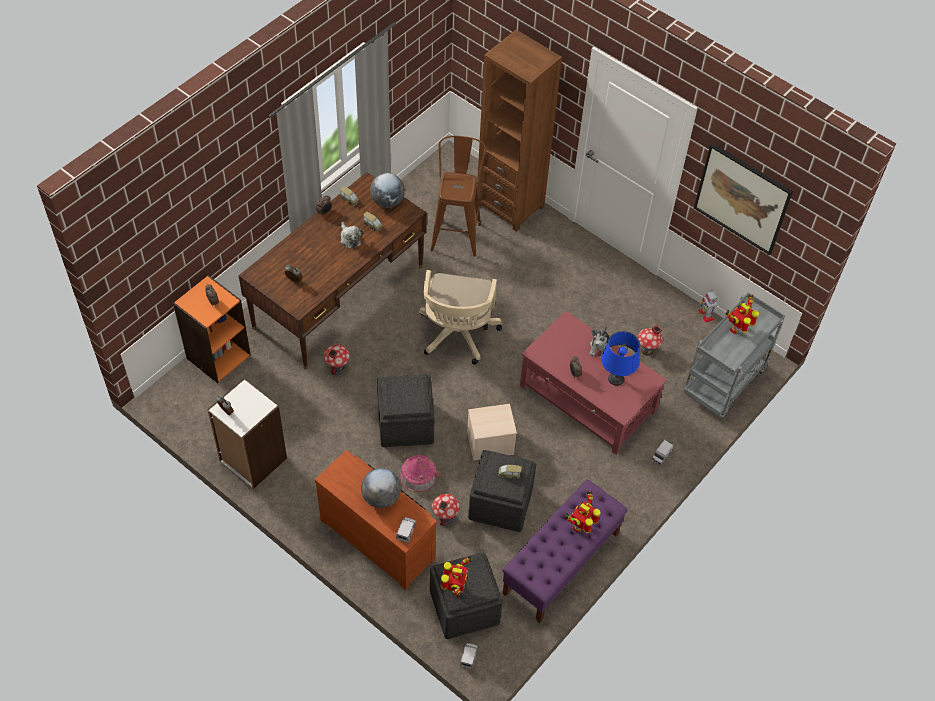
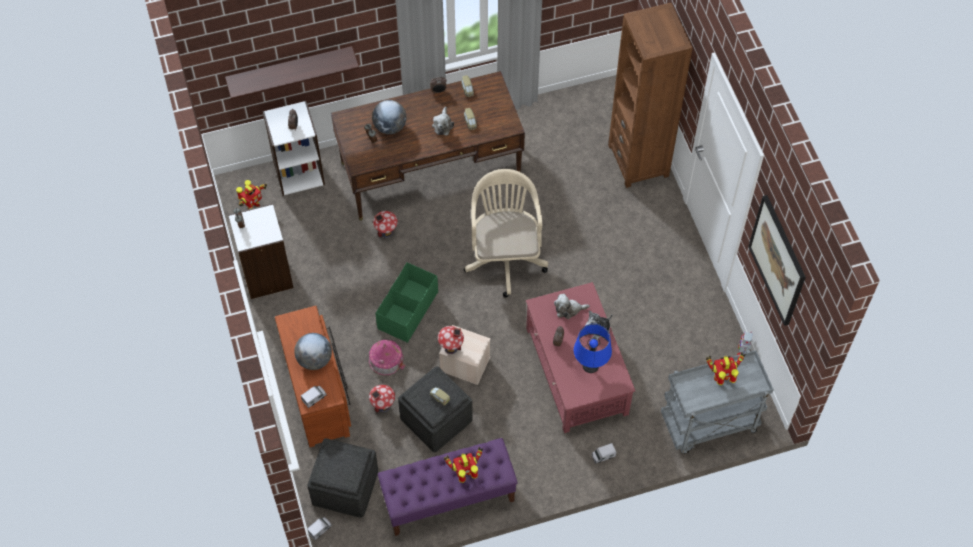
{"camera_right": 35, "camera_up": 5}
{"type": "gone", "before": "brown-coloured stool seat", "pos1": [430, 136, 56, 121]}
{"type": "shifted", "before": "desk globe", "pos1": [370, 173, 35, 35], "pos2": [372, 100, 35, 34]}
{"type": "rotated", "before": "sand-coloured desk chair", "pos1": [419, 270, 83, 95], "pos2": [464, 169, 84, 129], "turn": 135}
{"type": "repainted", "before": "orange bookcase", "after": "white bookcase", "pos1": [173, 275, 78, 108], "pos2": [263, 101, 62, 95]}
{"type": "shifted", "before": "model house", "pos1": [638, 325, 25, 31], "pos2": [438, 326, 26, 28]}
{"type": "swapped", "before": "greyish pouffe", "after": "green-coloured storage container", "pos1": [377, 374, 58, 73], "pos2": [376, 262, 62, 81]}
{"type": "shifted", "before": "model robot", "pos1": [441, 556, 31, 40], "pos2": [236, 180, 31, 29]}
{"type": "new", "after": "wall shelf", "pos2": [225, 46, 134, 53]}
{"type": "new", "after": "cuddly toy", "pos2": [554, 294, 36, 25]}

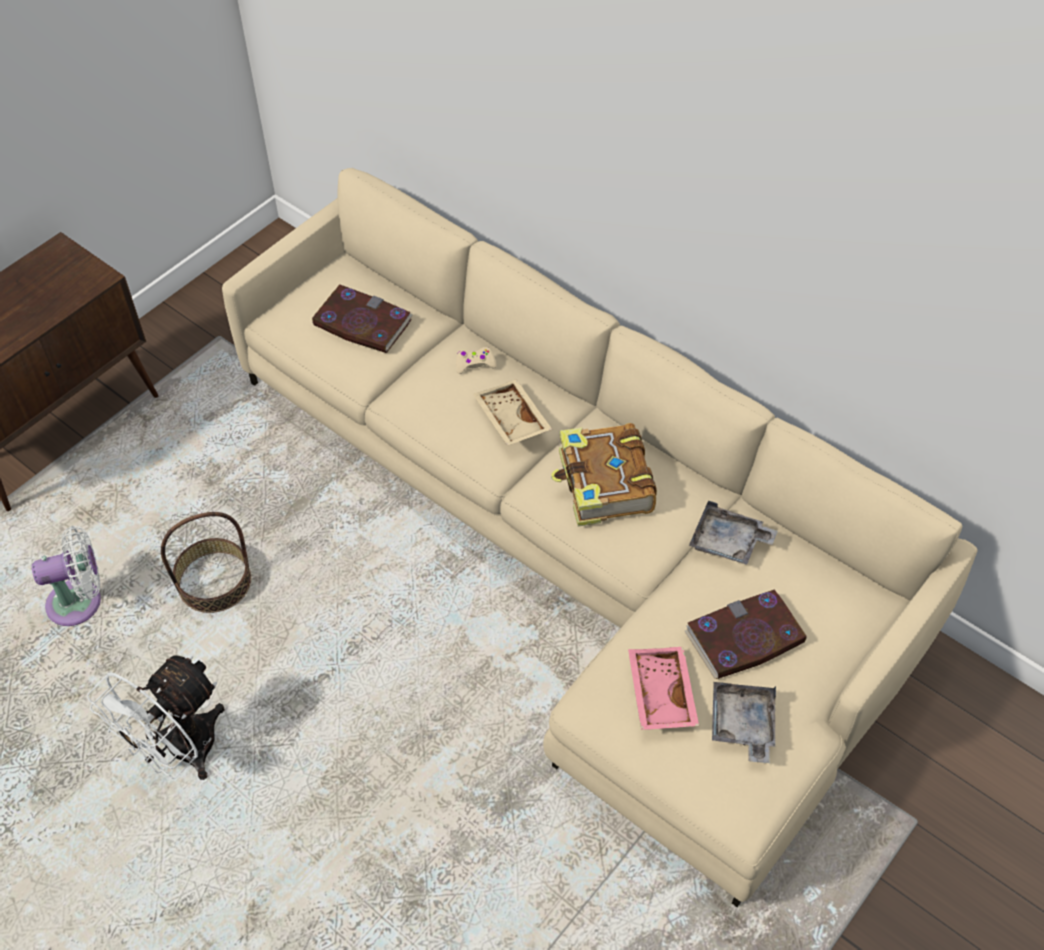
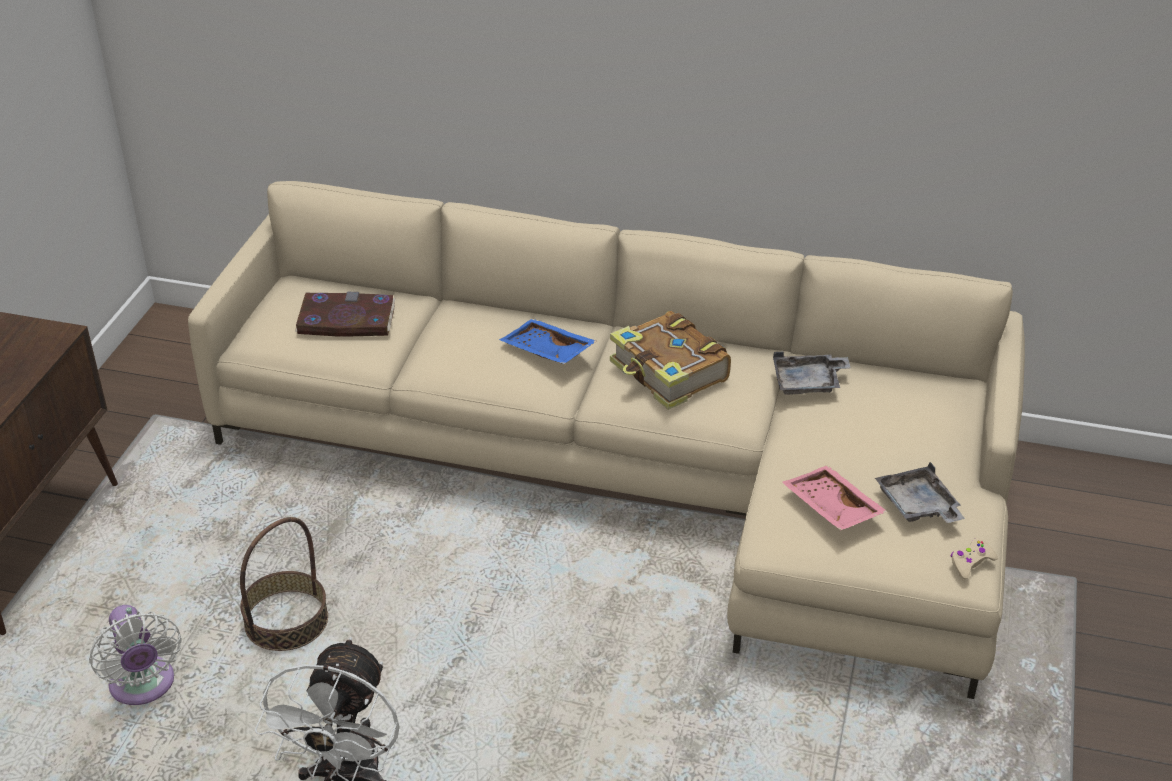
{"camera_right": -25, "camera_up": -15}
{"type": "shifted", "before": "sand-coloured joypad", "pos1": [456, 347, 40, 27], "pos2": [951, 538, 47, 41]}
{"type": "repainted", "before": "sand-coloured carrying tray", "after": "blue carrying tray", "pos1": [473, 379, 79, 67], "pos2": [499, 319, 97, 45]}
{"type": "rotated", "before": "white fan", "pos1": [32, 526, 69, 100], "pos2": [89, 605, 92, 100], "turn": 105}
{"type": "gone", "before": "bound book", "pos1": [685, 590, 122, 89]}

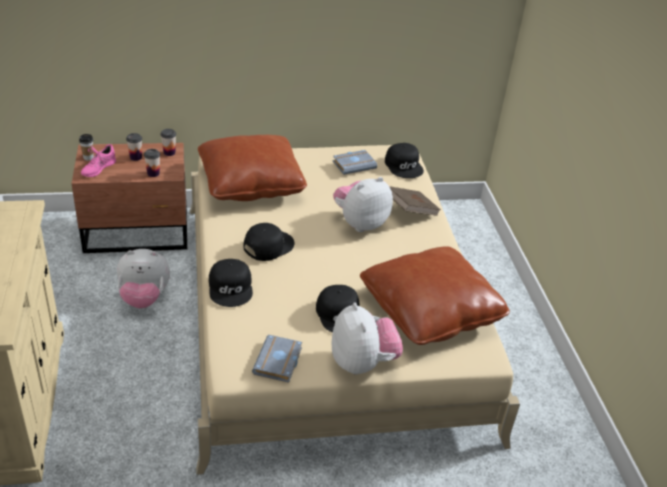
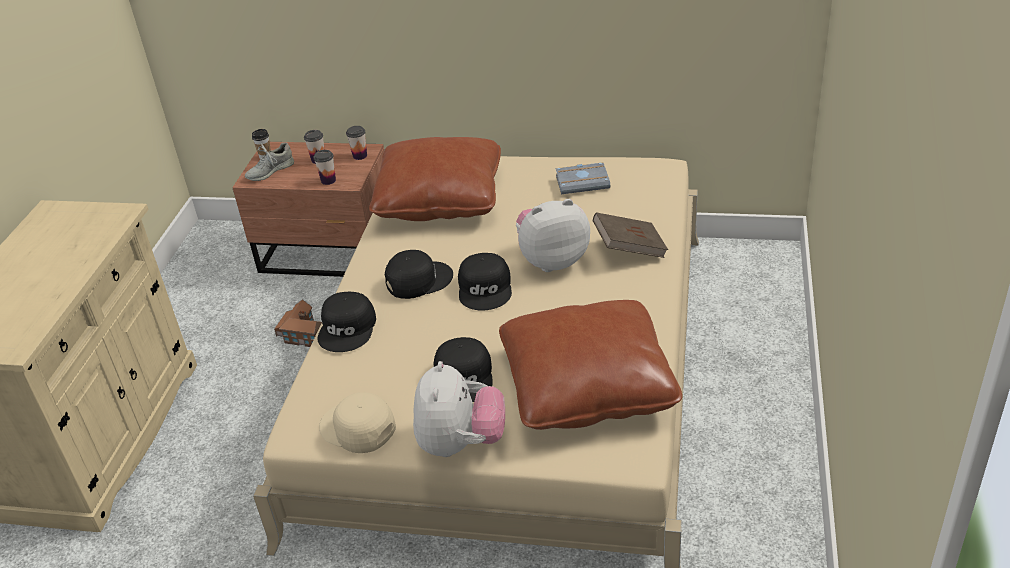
{"camera_right": 25, "camera_up": 0}
{"type": "shifted", "before": "blackish cap", "pos1": [385, 143, 39, 35], "pos2": [458, 253, 54, 58]}
{"type": "repainted", "before": "pink-coloured shoe", "after": "greyish shoe", "pos1": [81, 144, 35, 33], "pos2": [245, 142, 49, 39]}
{"type": "swapped", "before": "cuddly toy", "after": "model house", "pos1": [117, 249, 53, 59], "pos2": [274, 299, 48, 48]}
{"type": "swapped", "before": "greyish bound book", "after": "sand-coloured cap", "pos1": [252, 335, 50, 48], "pos2": [319, 392, 77, 61]}

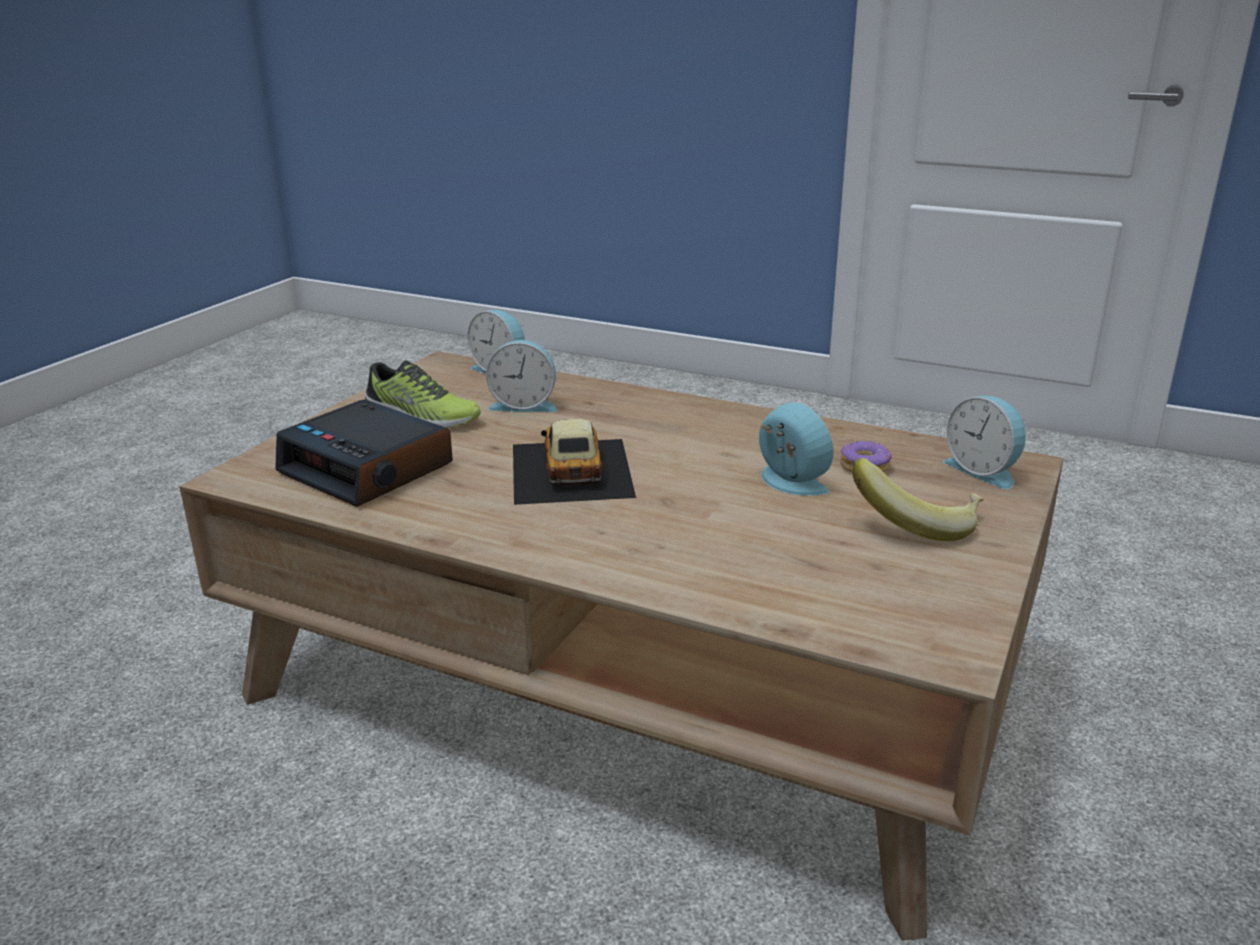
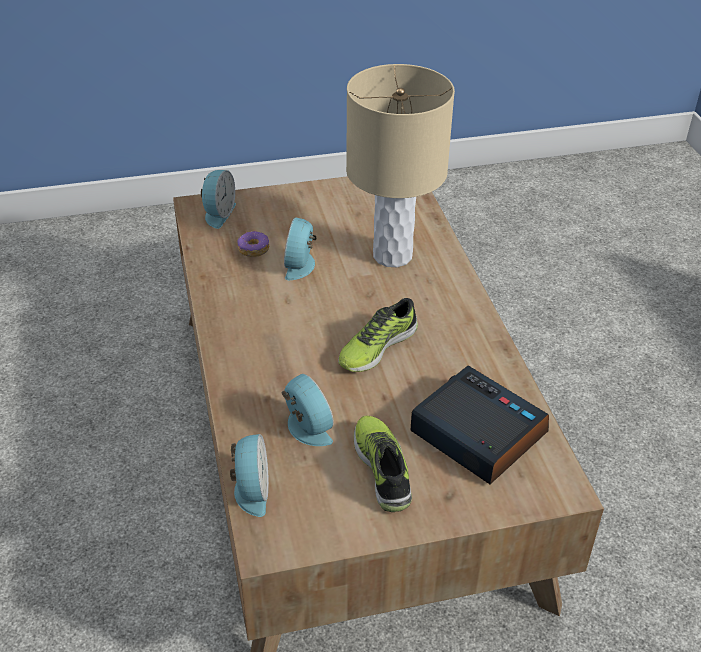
{"camera_right": -130, "camera_up": 15}
{"type": "rotated", "before": "bedside clock", "pos1": [275, 400, 178, 107], "pos2": [410, 366, 139, 118], "turn": -45}
{"type": "swapped", "before": "model car", "after": "shoe", "pos1": [513, 419, 123, 86], "pos2": [338, 298, 80, 74]}
{"type": "gone", "before": "whole banana", "pos1": [852, 458, 132, 83]}
{"type": "new", "after": "sand-coloured table lamp", "pos2": [346, 64, 109, 203]}

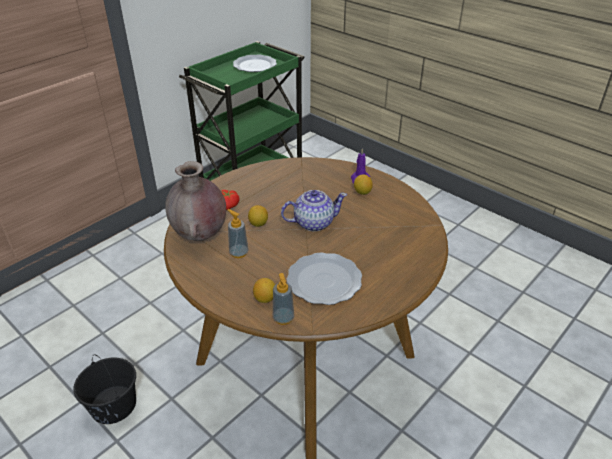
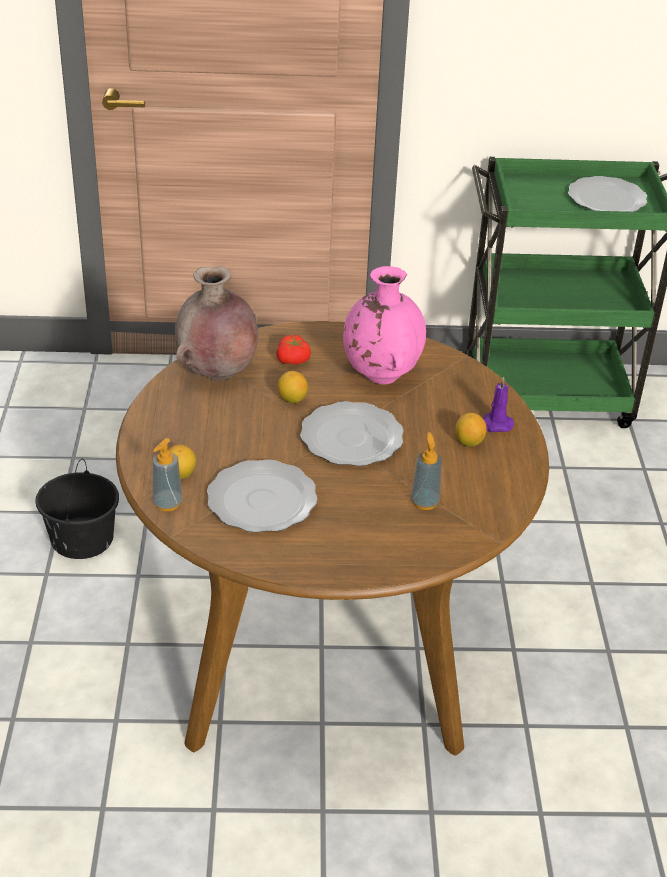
{"camera_right": 45, "camera_up": 0}
{"type": "swapped", "before": "pot for tea", "after": "plate", "pos1": [281, 190, 66, 41], "pos2": [300, 401, 104, 65]}
{"type": "shifted", "before": "soap bottle", "pos1": [228, 209, 20, 49], "pos2": [411, 432, 31, 78]}
{"type": "new", "after": "pink-coloured flower vase", "pos2": [343, 266, 83, 119]}

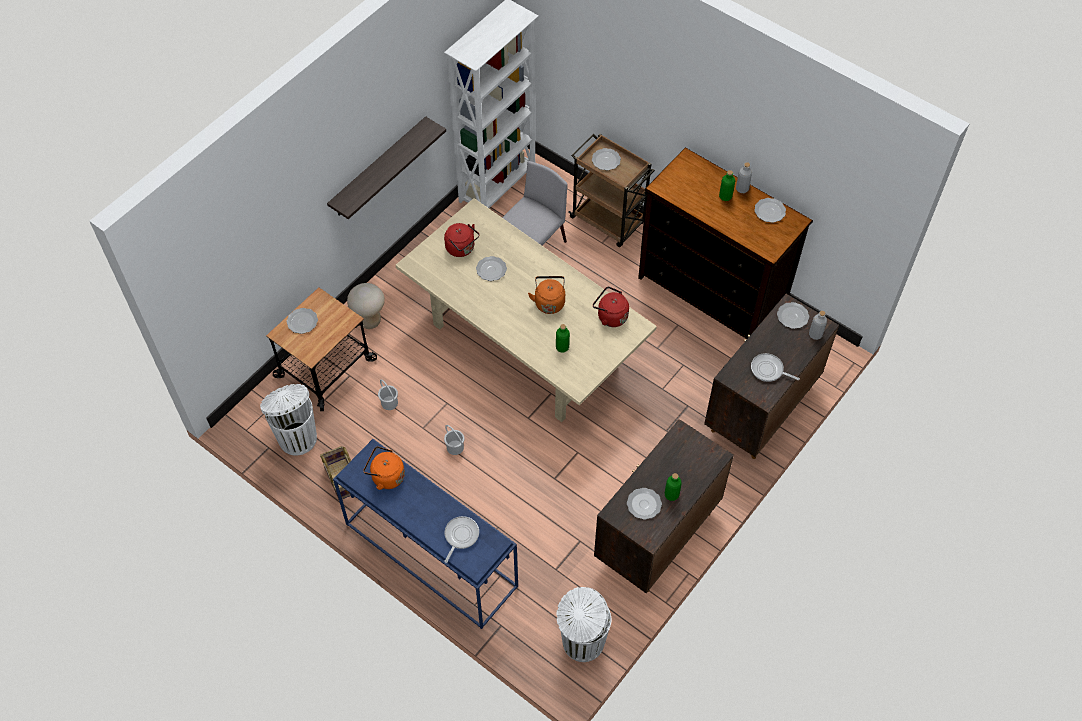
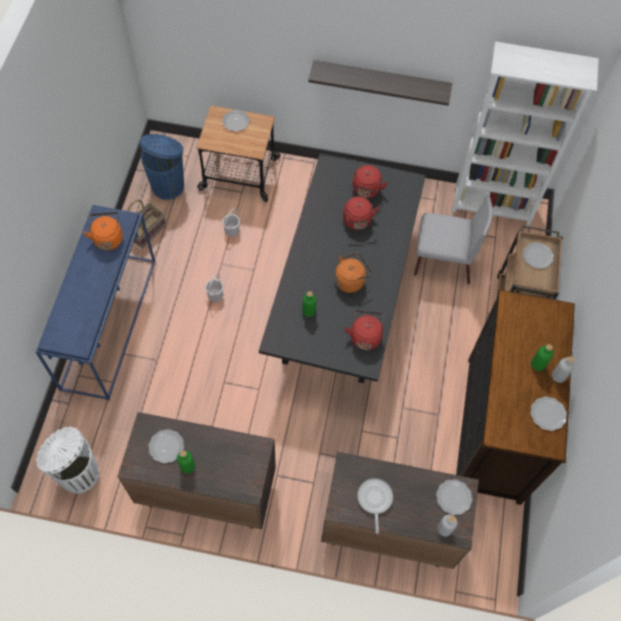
{"camera_right": 60, "camera_up": 5}
{"type": "repainted", "before": "sand-coloured dinner table", "after": "blackish dinner table", "pos1": [396, 198, 261, 224], "pos2": [259, 152, 167, 231]}
{"type": "swapped", "before": "plate", "after": "red tea kettle", "pos1": [476, 256, 31, 25], "pos2": [343, 196, 36, 34]}
{"type": "gone", "before": "sand-coloured stool seat", "pos1": [347, 283, 38, 46]}
{"type": "repainted", "before": "white trash can", "after": "blue trash can", "pos1": [260, 384, 57, 72], "pos2": [140, 134, 44, 66]}
{"type": "gone", "before": "pan", "pos1": [444, 516, 35, 47]}

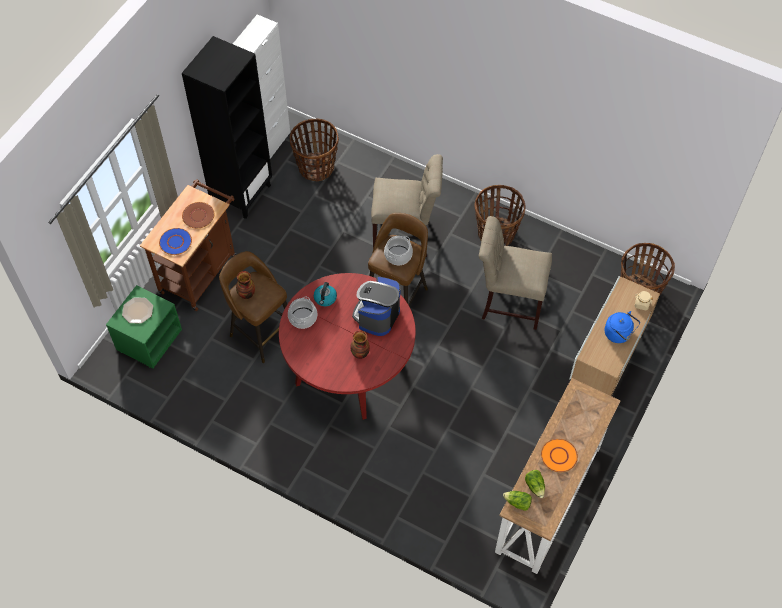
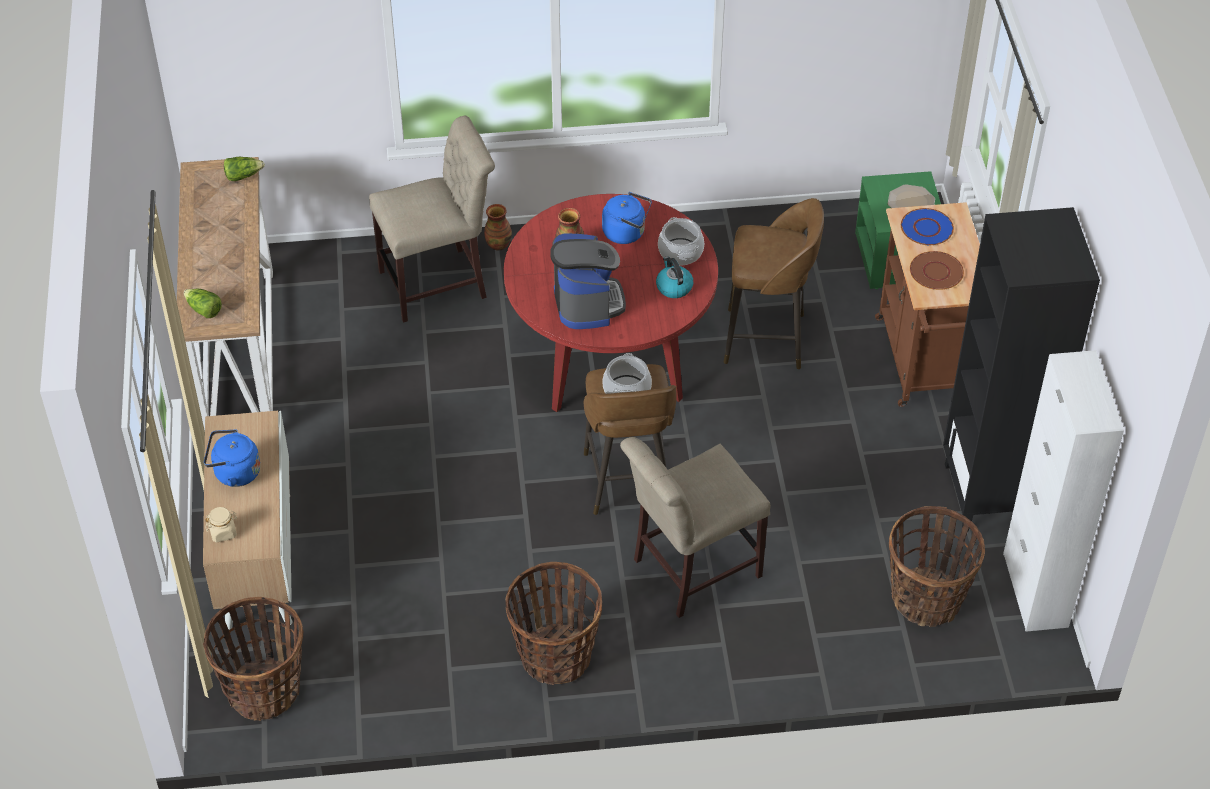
{"camera_right": 145, "camera_up": -10}
{"type": "shifted", "before": "sand-coloured plain chair", "pos1": [479, 216, 73, 114], "pos2": [369, 116, 126, 207]}
{"type": "shifted", "before": "flower vase", "pos1": [236, 271, 19, 28], "pos2": [484, 204, 28, 47]}
{"type": "gone", "before": "orange plate", "pos1": [541, 439, 37, 33]}
{"type": "shifted", "before": "lettuce", "pos1": [525, 470, 20, 28], "pos2": [184, 289, 38, 29]}
{"type": "new", "after": "blue tea kettle", "pos2": [602, 192, 50, 52]}

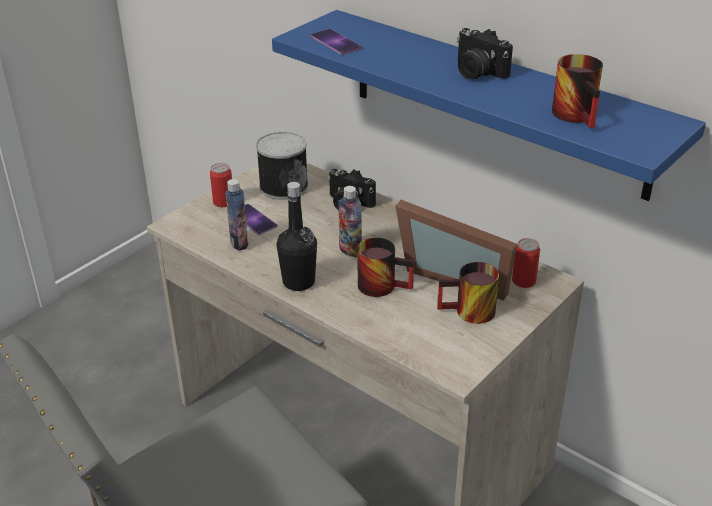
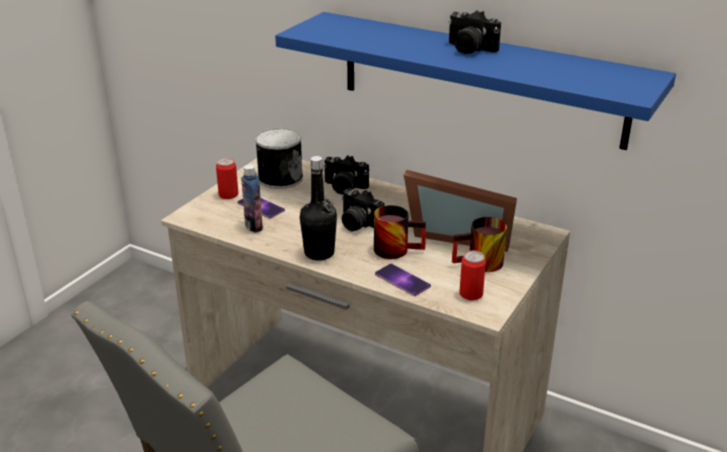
{"camera_right": -10, "camera_up": -5}
{"type": "shifted", "before": "handset", "pos1": [310, 29, 53, 26], "pos2": [375, 264, 56, 32]}
{"type": "gone", "before": "coffee mug", "pos1": [552, 54, 51, 74]}
{"type": "swapped", "before": "beverage bottle", "after": "photo camera", "pos1": [338, 186, 24, 71], "pos2": [341, 188, 44, 43]}
{"type": "shifted", "before": "sealed can", "pos1": [512, 238, 28, 50], "pos2": [459, 251, 27, 49]}

